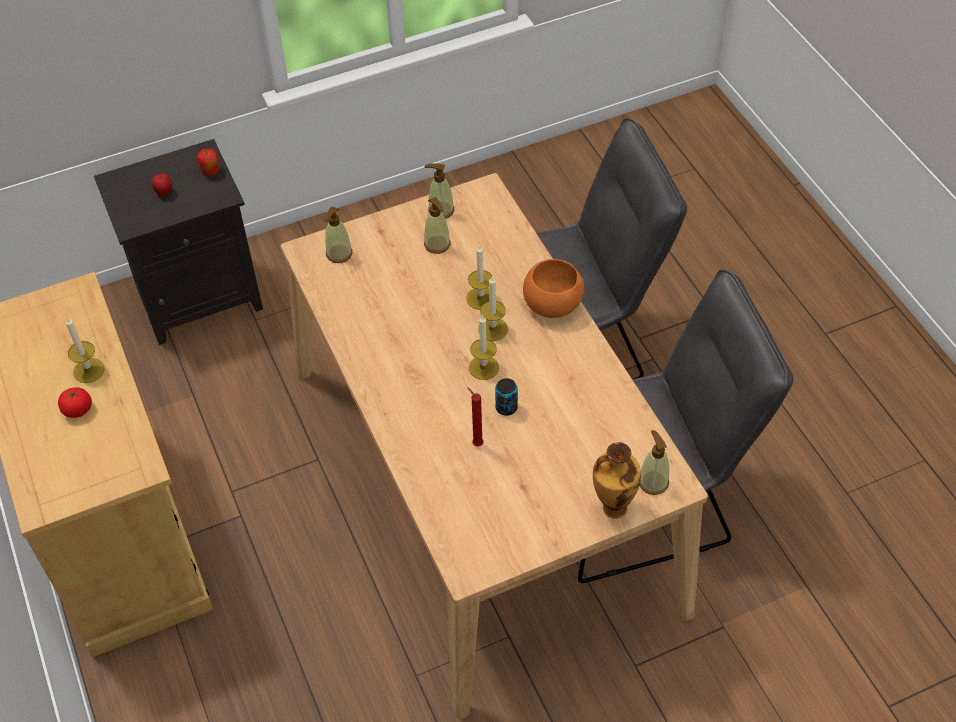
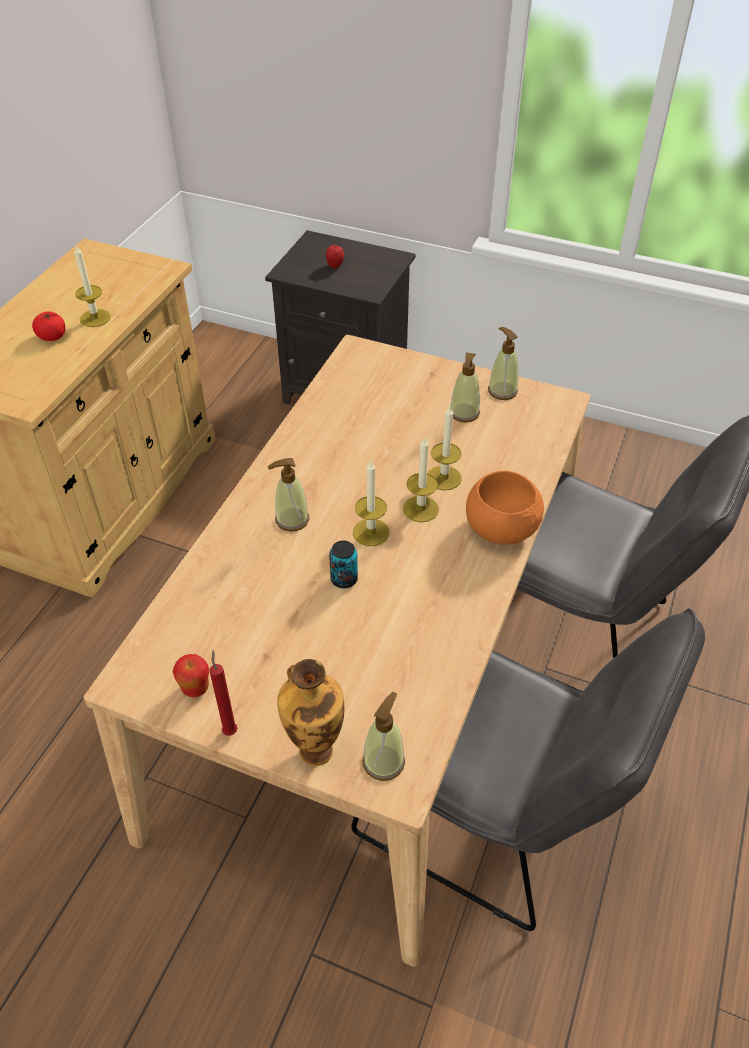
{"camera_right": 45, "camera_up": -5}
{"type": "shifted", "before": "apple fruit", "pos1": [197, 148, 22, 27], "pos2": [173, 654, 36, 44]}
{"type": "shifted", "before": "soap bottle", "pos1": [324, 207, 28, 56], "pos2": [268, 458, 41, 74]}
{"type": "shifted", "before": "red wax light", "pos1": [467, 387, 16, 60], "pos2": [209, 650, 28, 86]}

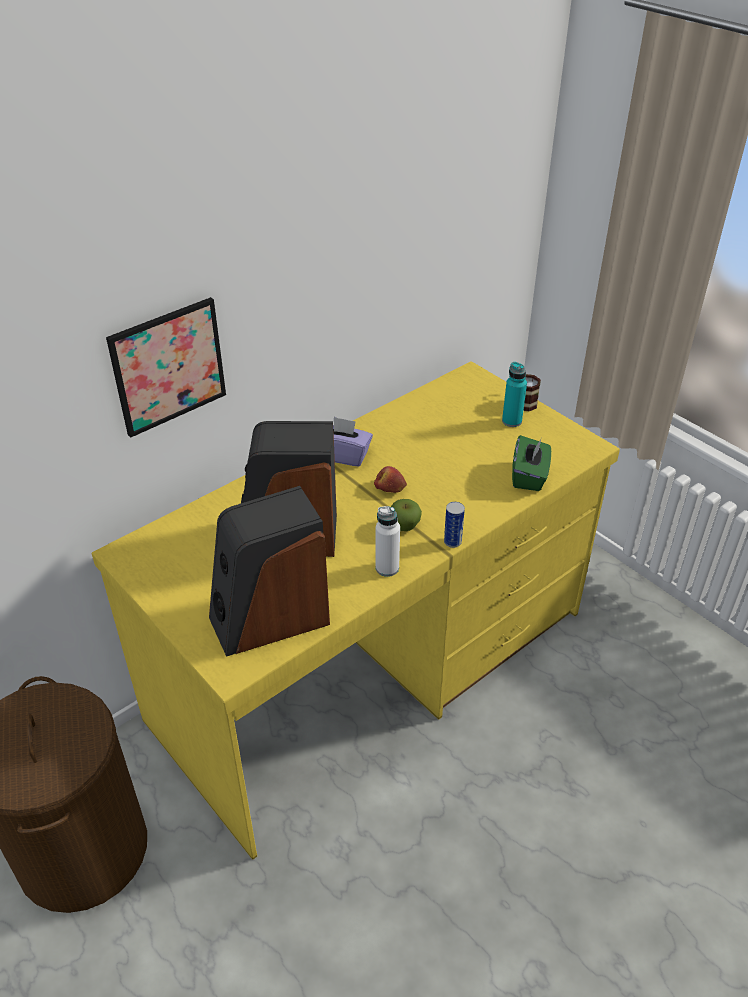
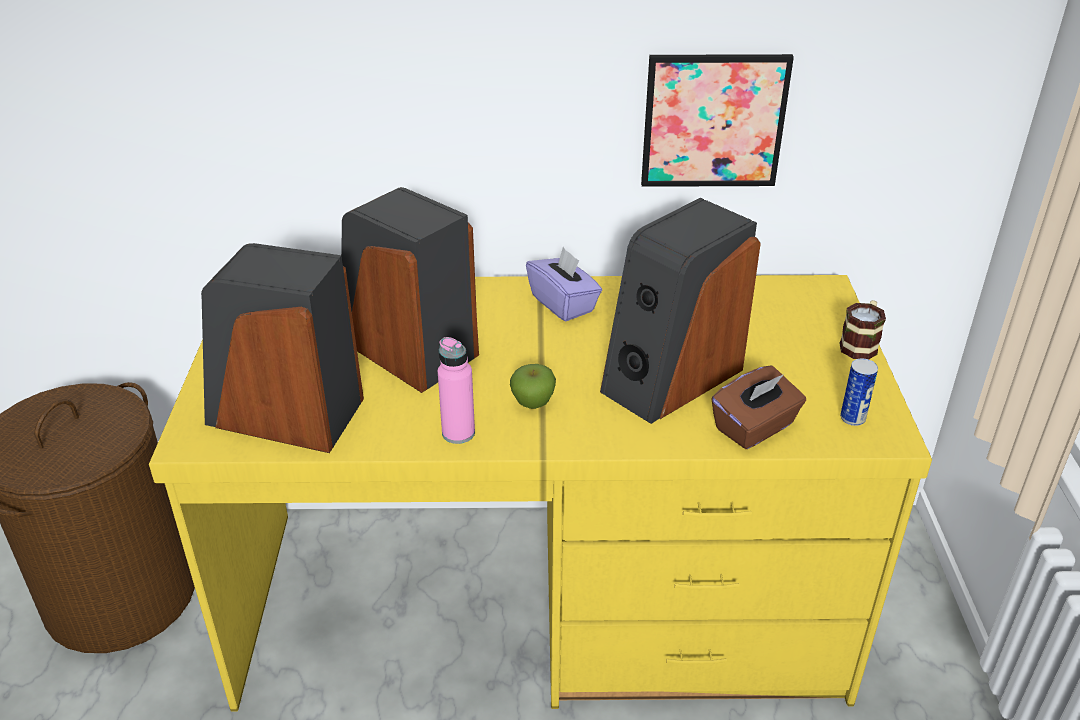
{"camera_right": 40, "camera_up": -5}
{"type": "shifted", "before": "wall picture", "pos1": [106, 297, 120, 141], "pos2": [641, 54, 153, 133]}
{"type": "gone", "before": "turquoise beverage bottle", "pos1": [502, 362, 25, 65]}
{"type": "repainted", "before": "green-coloured box of tissues", "after": "brown-coloured box of tissues", "pos1": [512, 435, 39, 56], "pos2": [712, 366, 94, 83]}
{"type": "gone", "before": "apple fruit", "pos1": [374, 466, 33, 27]}
{"type": "shifted", "before": "sealed can", "pos1": [444, 502, 21, 46], "pos2": [840, 359, 38, 67]}
{"type": "repainted", "before": "white beverage bottle", "after": "pink-coloured beverage bottle", "pos1": [376, 506, 24, 71], "pos2": [438, 337, 37, 107]}
{"type": "new", "after": "speaker", "pos2": [600, 198, 161, 226]}

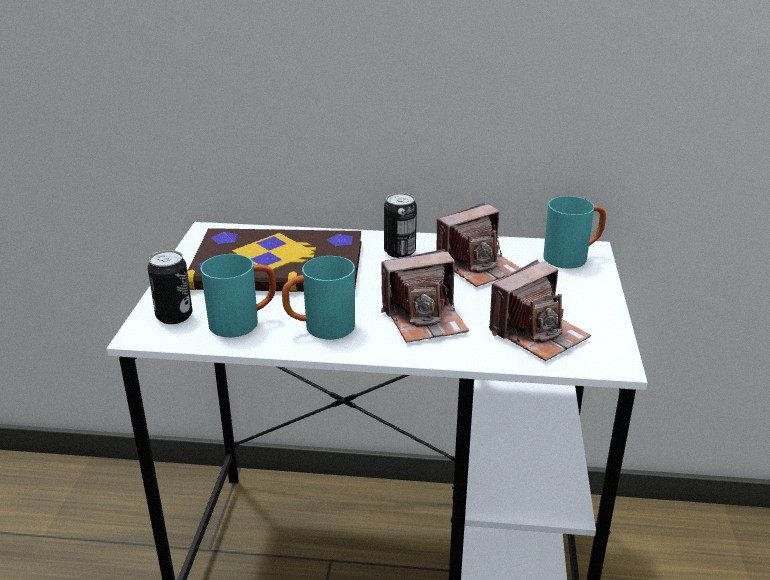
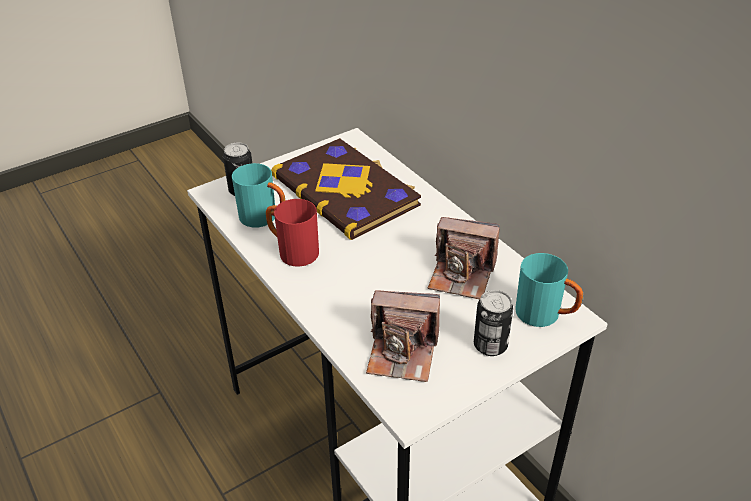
{"camera_right": 50, "camera_up": 10}
{"type": "shifted", "before": "sealed can", "pos1": [384, 193, 33, 65], "pos2": [474, 290, 39, 66]}
{"type": "gone", "before": "photo camera", "pos1": [381, 249, 88, 94]}
{"type": "repainted", "before": "turquoise coffee mug", "after": "red coffee mug", "pos1": [282, 256, 73, 84], "pos2": [266, 199, 53, 67]}

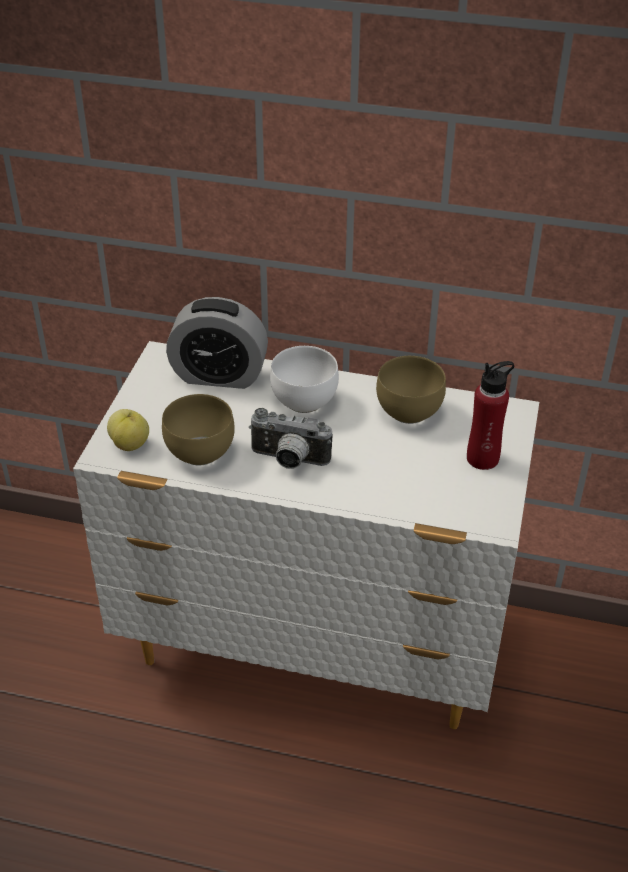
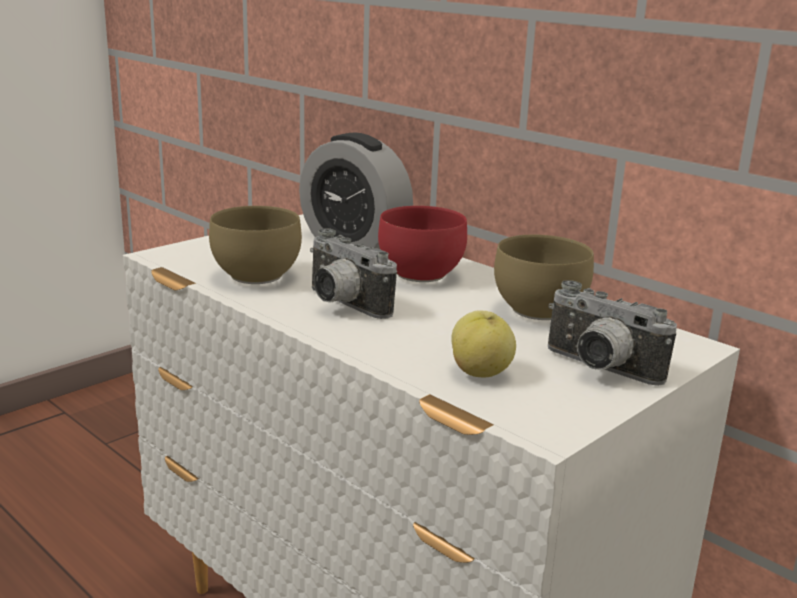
{"camera_right": 30, "camera_up": -20}
{"type": "repainted", "before": "white serving bowl", "after": "red serving bowl", "pos1": [270, 346, 69, 67], "pos2": [378, 206, 89, 76]}
{"type": "swapped", "before": "red beverage bottle", "after": "photo camera", "pos1": [467, 361, 48, 109], "pos2": [548, 280, 129, 106]}
{"type": "shifted", "before": "apple fruit", "pos1": [107, 409, 42, 42], "pos2": [451, 310, 65, 67]}

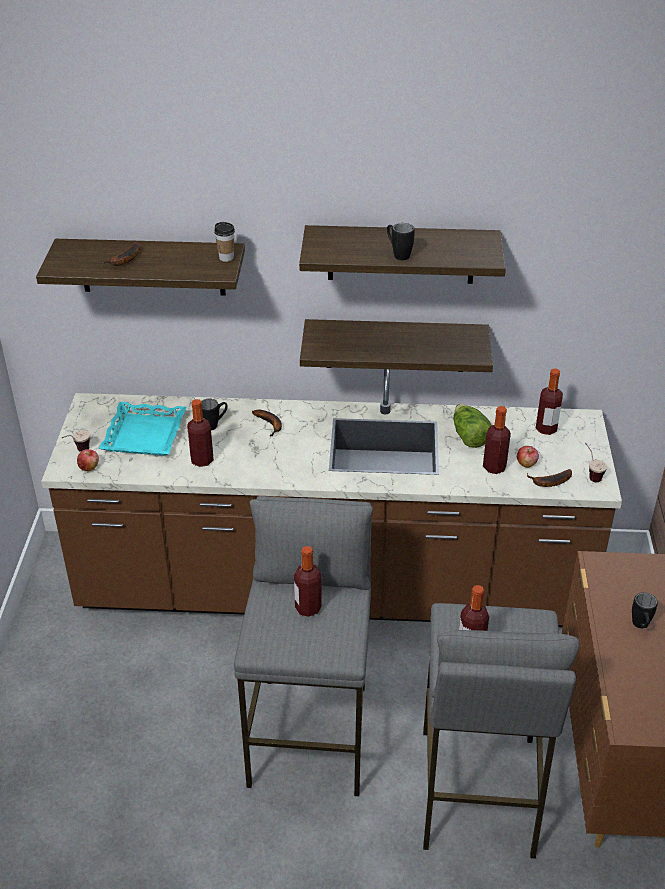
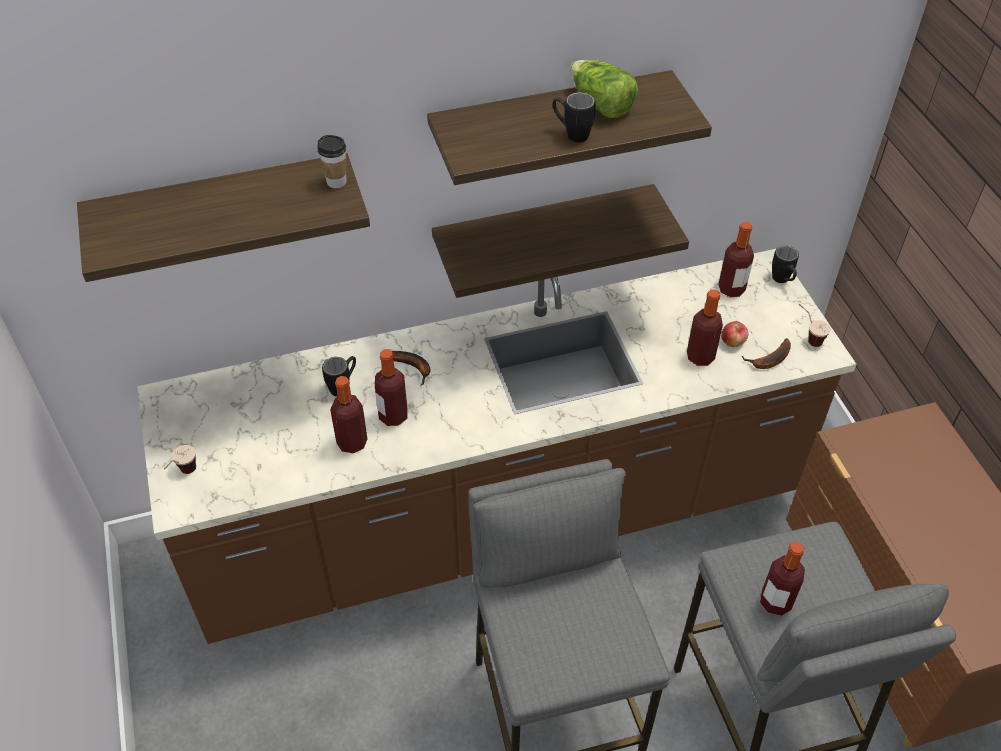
{"camera_right": -20, "camera_up": 10}
{"type": "gone", "before": "whole banana", "pos1": [100, 242, 41, 24]}
{"type": "gone", "before": "turquoise carrying tray", "pos1": [99, 402, 87, 54]}
{"type": "shifted", "before": "lettuce", "pos1": [453, 404, 39, 44], "pos2": [571, 60, 67, 58]}
{"type": "gone", "before": "apple fruit", "pos1": [77, 449, 22, 22]}
{"type": "shifted", "before": "beverage bottle", "pos1": [294, 546, 28, 71], "pos2": [375, 349, 33, 77]}
{"type": "shifted", "before": "blackish coffee mug", "pos1": [632, 592, 26, 36], "pos2": [772, 245, 27, 38]}

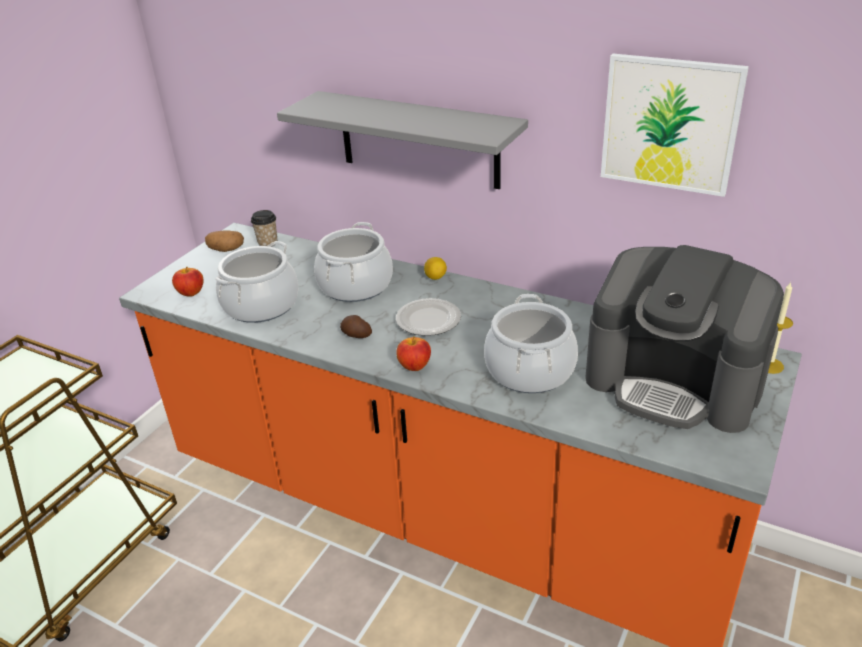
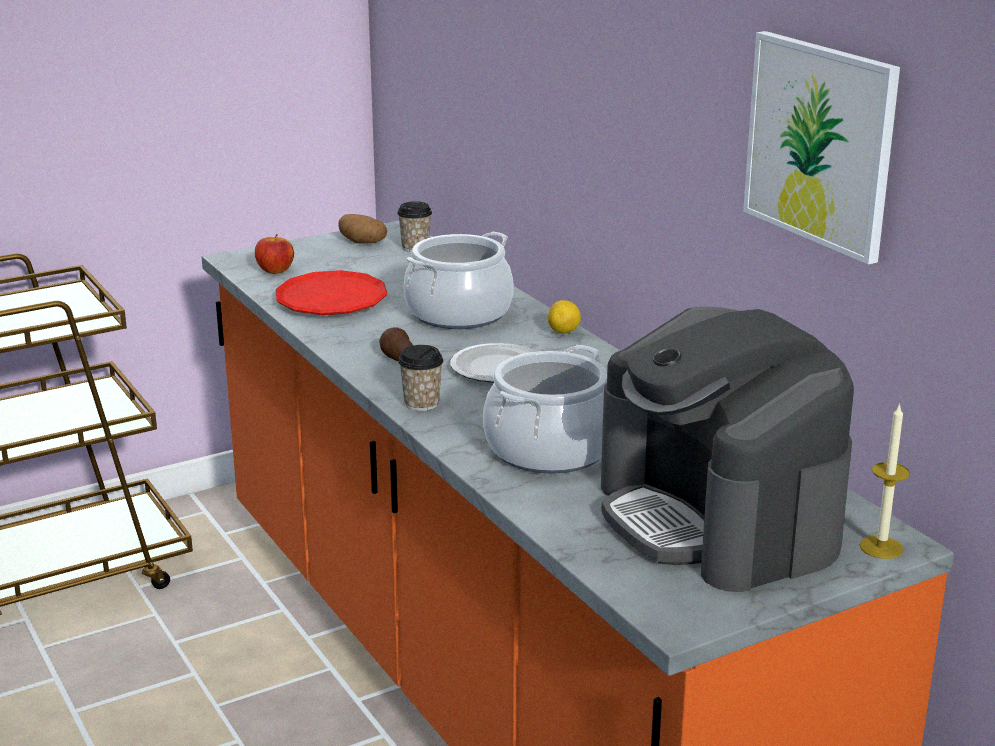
{"camera_right": 30, "camera_up": -10}
{"type": "gone", "before": "greyish wall shelf", "pos1": [277, 91, 251, 98]}
{"type": "swapped", "before": "stockpot", "after": "red plate", "pos1": [215, 241, 83, 82], "pos2": [275, 270, 113, 45]}
{"type": "swapped", "before": "apple fruit", "after": "drinking cup", "pos1": [396, 337, 35, 34], "pos2": [398, 345, 45, 66]}

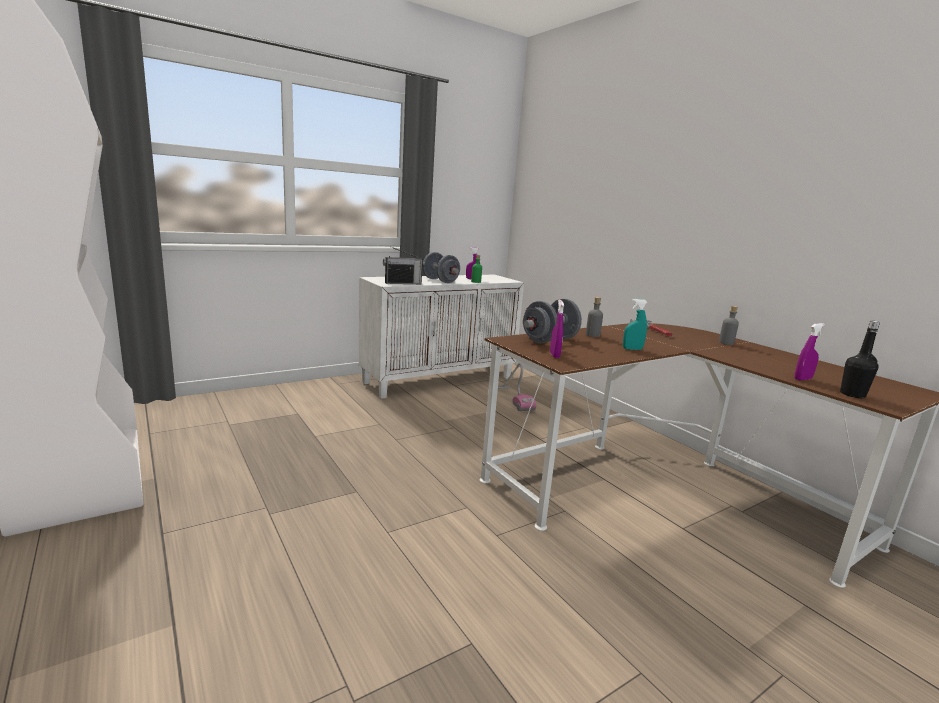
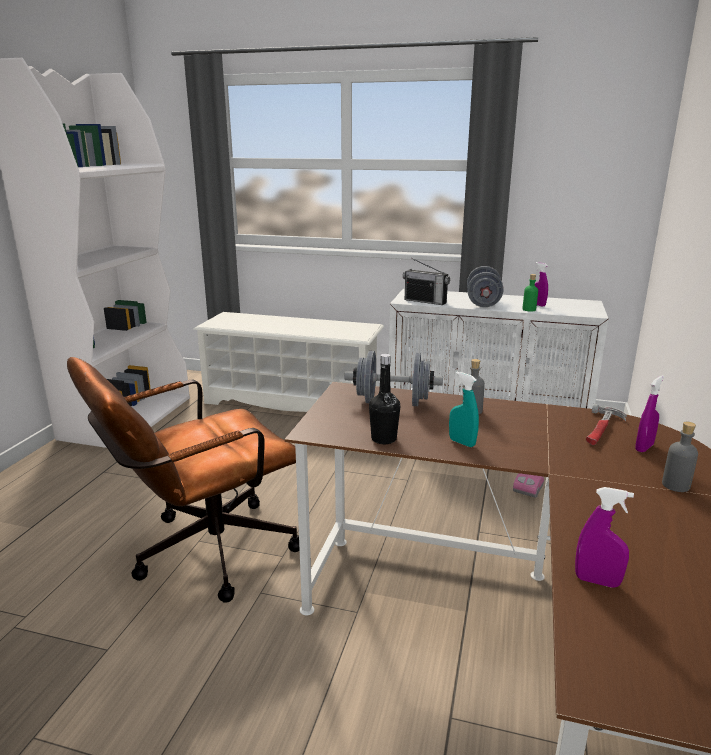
{"camera_right": 50, "camera_up": 5}
{"type": "shifted", "before": "purple-coloured hand sprayer", "pos1": [550, 300, 14, 58], "pos2": [635, 375, 29, 77]}
{"type": "shifted", "before": "blackish beverage bottle", "pos1": [840, 321, 40, 77], "pos2": [369, 354, 31, 90]}
{"type": "new", "after": "white shoe shelf", "pos2": [193, 312, 191, 100]}
{"type": "new", "after": "brown-coloured desk chair", "pos2": [67, 357, 232, 246]}

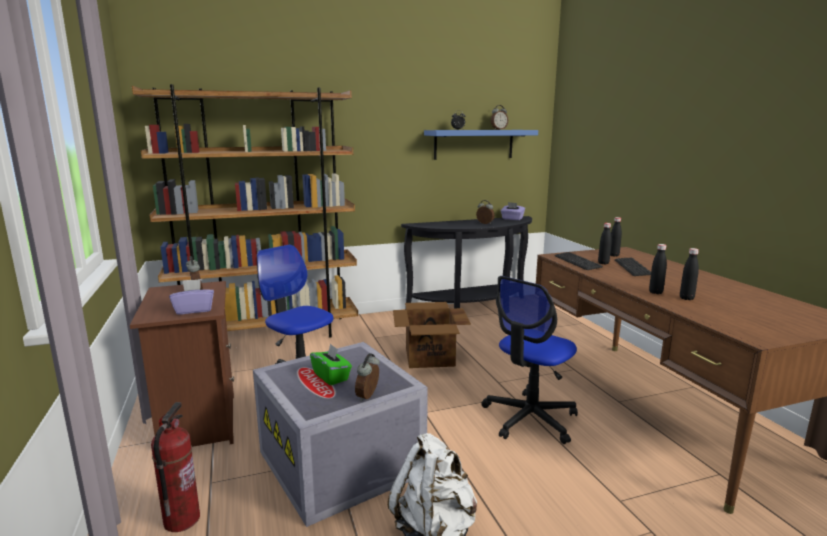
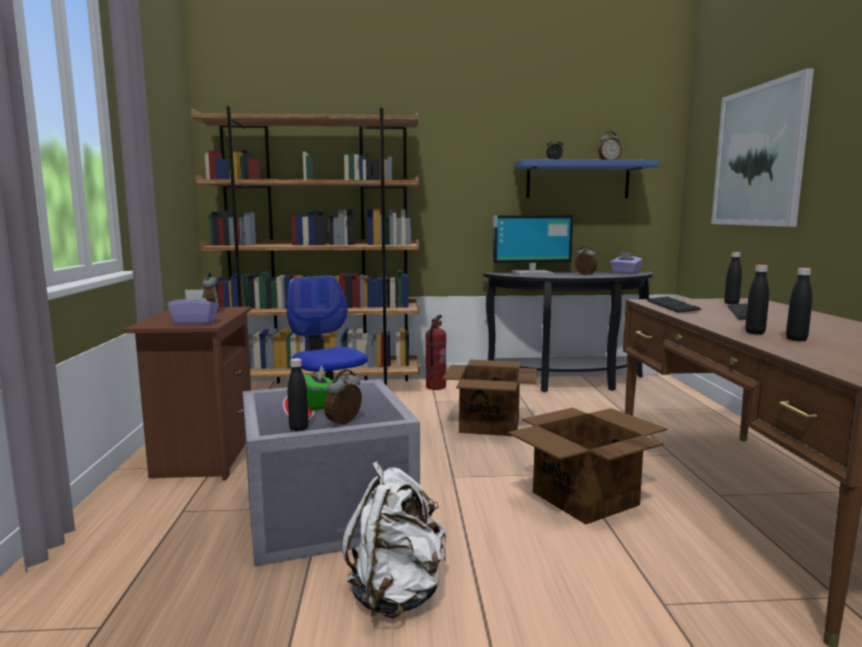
{"camera_right": 15, "camera_up": -5}
{"type": "shifted", "before": "blackish beverage bottle", "pos1": [598, 223, 14, 41], "pos2": [288, 358, 20, 73]}
{"type": "swapped", "before": "desk chair", "after": "packing box", "pos1": [481, 276, 97, 168], "pos2": [508, 408, 159, 116]}
{"type": "shifted", "before": "fire-fighting cylinder", "pos1": [151, 402, 49, 130], "pos2": [426, 315, 20, 75]}
{"type": "new", "after": "wall picture", "pos2": [711, 68, 103, 159]}
{"type": "new", "after": "computer screen", "pos2": [492, 215, 82, 61]}

